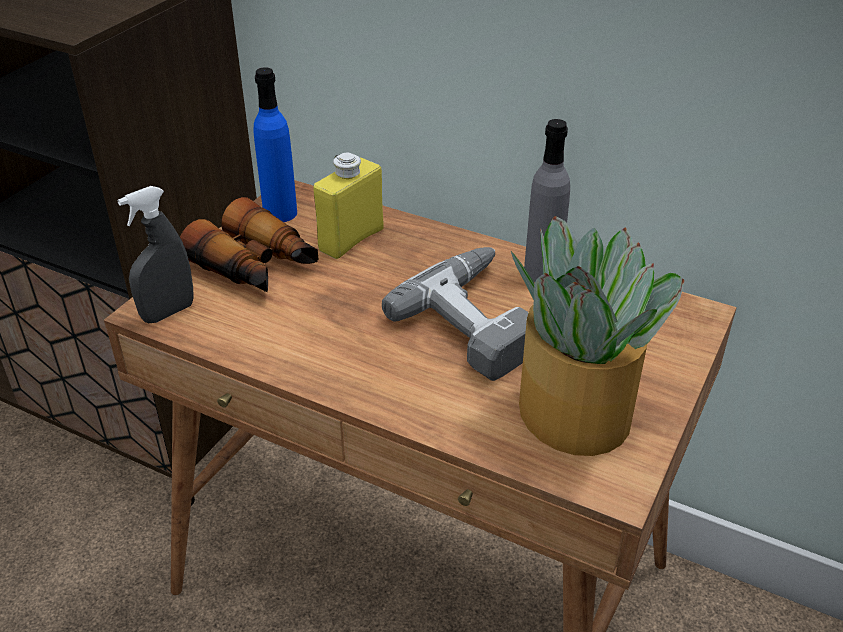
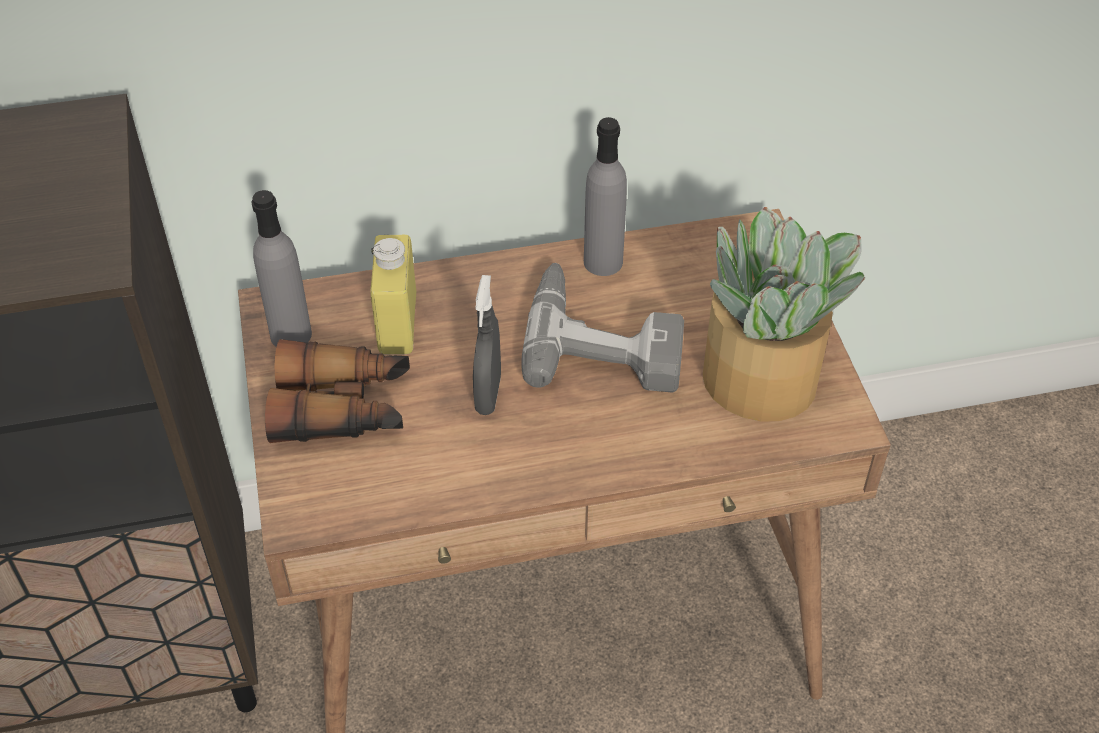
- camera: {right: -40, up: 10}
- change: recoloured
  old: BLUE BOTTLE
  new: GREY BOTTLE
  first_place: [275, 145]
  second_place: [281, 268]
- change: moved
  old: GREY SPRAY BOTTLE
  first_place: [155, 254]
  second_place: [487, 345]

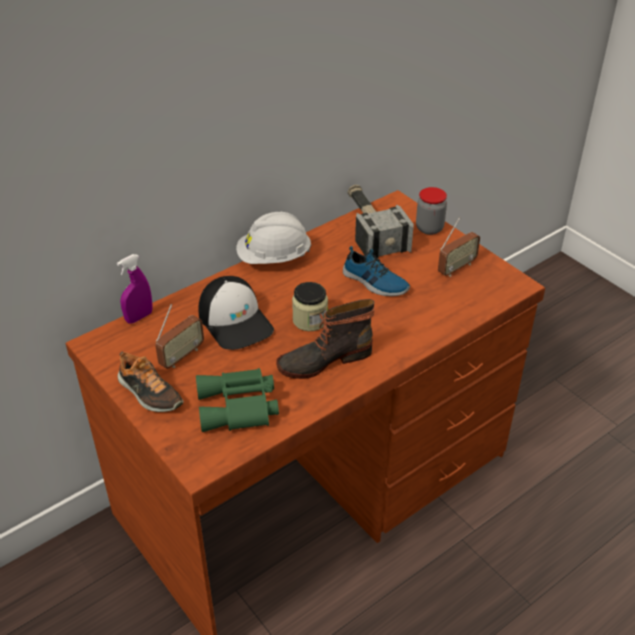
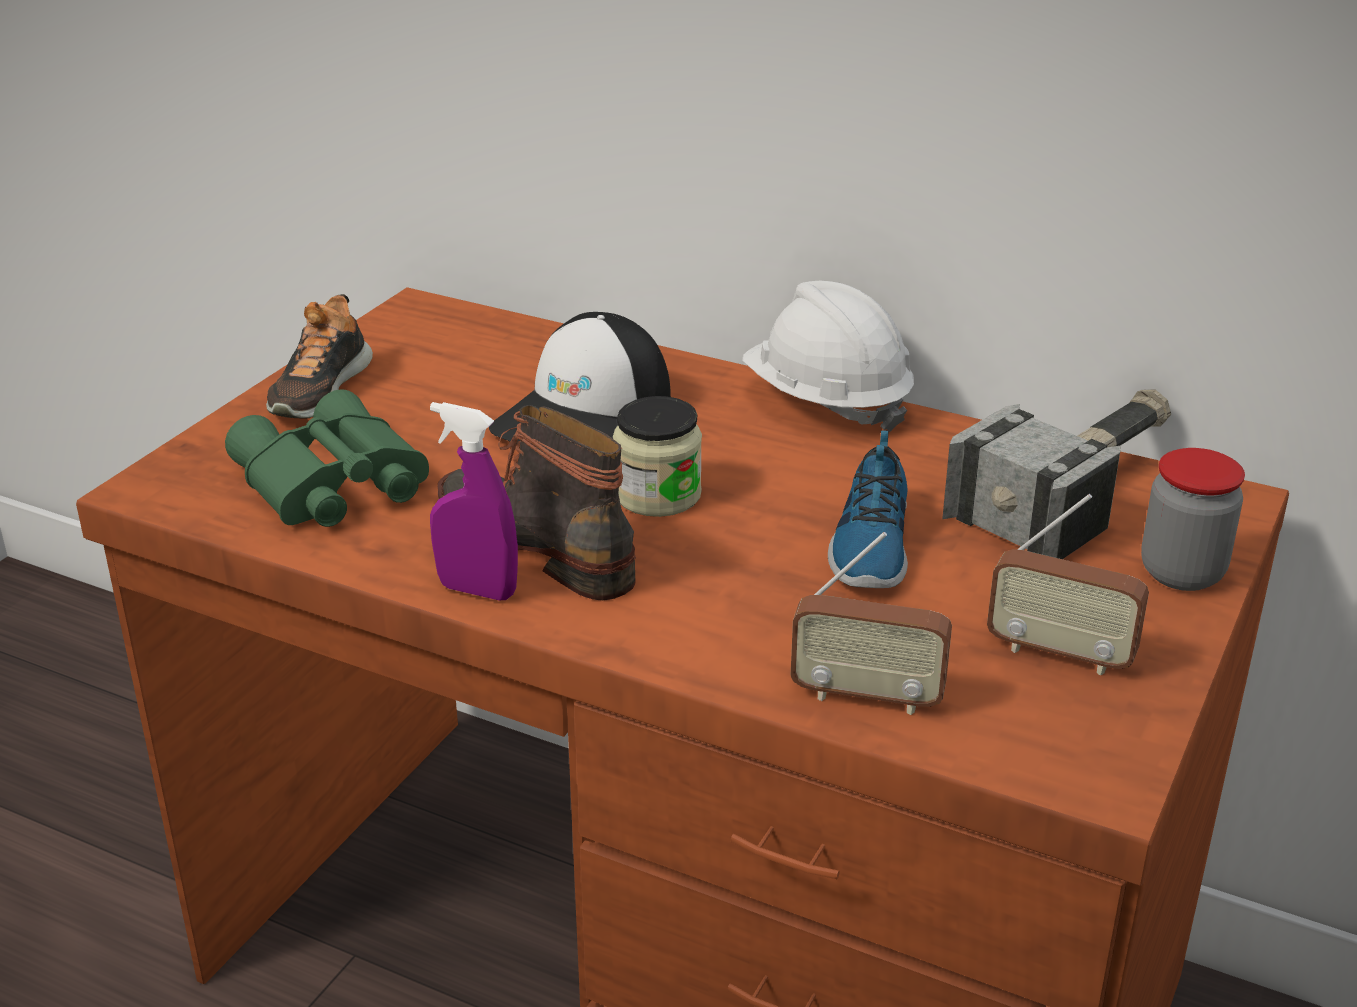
- camera: {right: 65, up: -10}
- change: moved
  old: PURPLE SPRAY BOTTLE
  first_place: [134, 289]
  second_place: [474, 501]
- change: moved
  old: RADIO
  first_place: [179, 336]
  second_place: [871, 623]

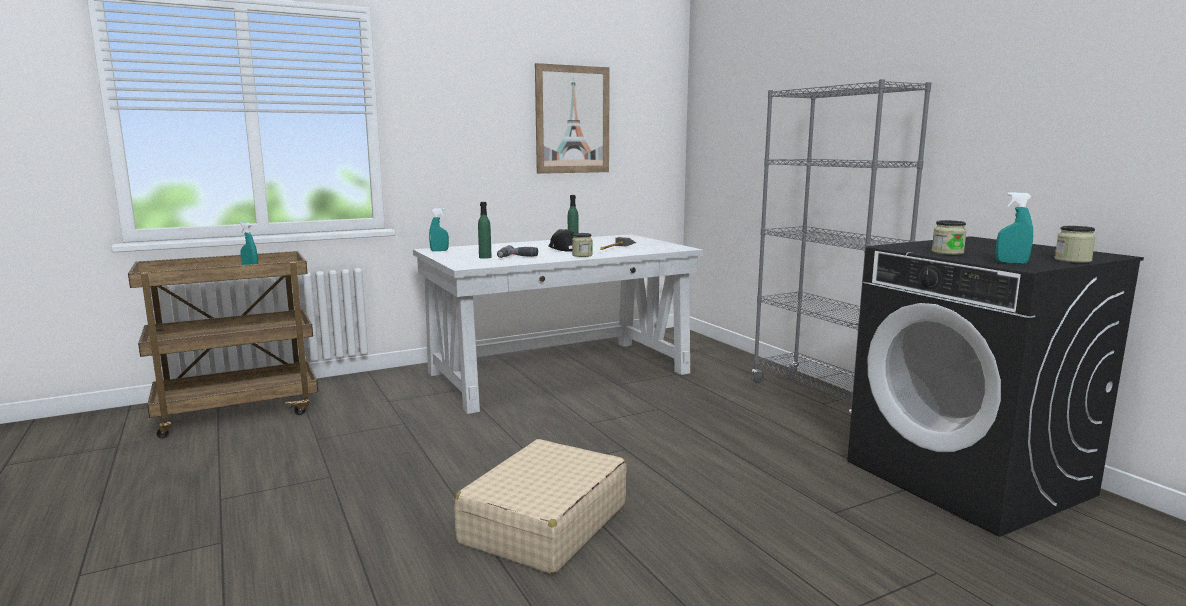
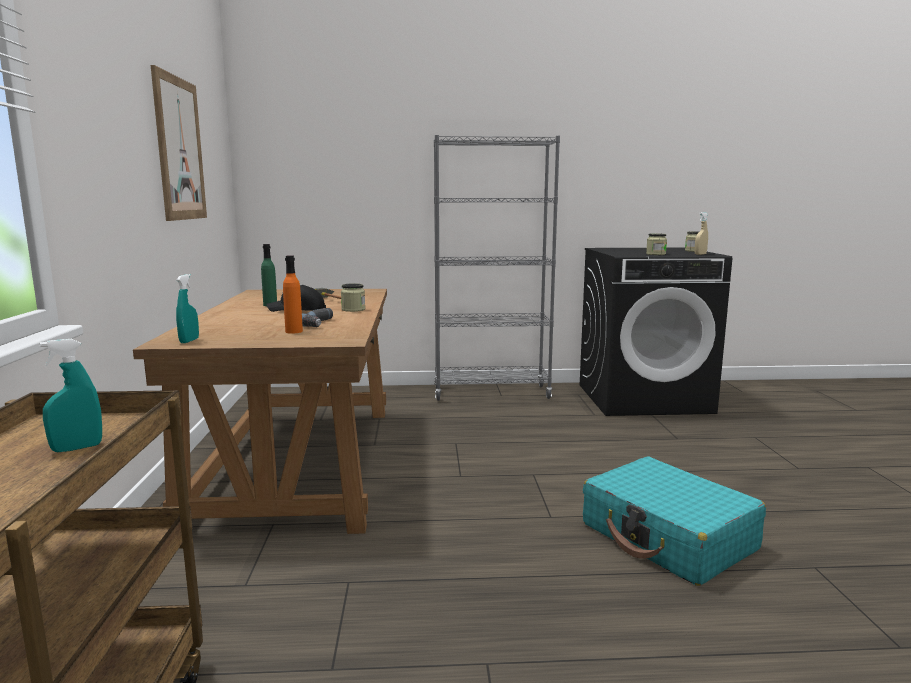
- camera: {right: -65, up: 0}
- change: recoloured
  old: TURQUOISE SPRAY BOTTLE
  new: BEIGE SPRAY BOTTLE
  first_place: [1014, 228]
  second_place: [701, 233]
- change: recoloured
  old: GREEN BOTTLE
  new: ORANGE BOTTLE
  first_place: [484, 230]
  second_place: [293, 294]
- change: recoloured
  old: WHITE DESK
  new: BROWN DESK
  first_place: [558, 324]
  second_place: [260, 411]
- change: recoloured
  old: BEIGE SUITCASE
  new: TURQUOISE SUITCASE
  first_place: [540, 506]
  second_place: [674, 521]

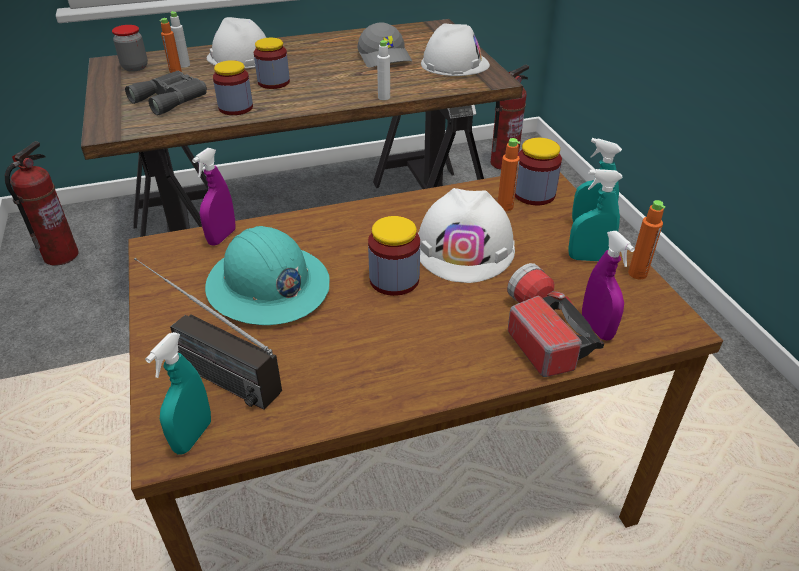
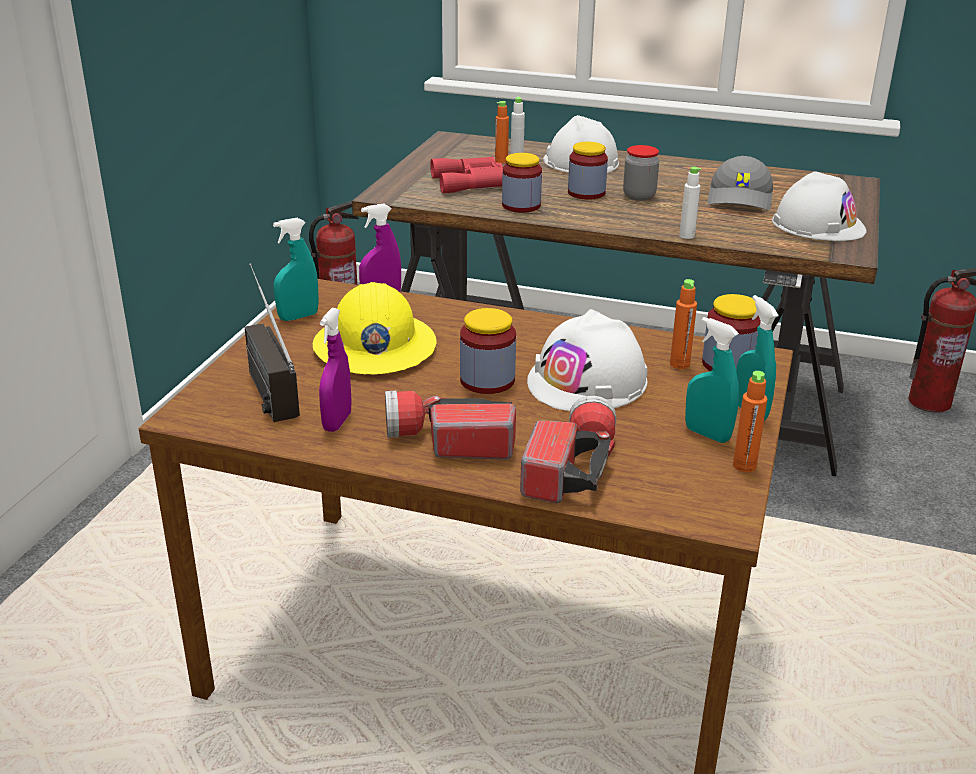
- camera: {right: 35, up: -10}
- change: moved
  old: JAR
  first_place: [130, 48]
  second_place: [641, 173]
- change: recoloured
  old: GREY BINOCULARS
  new: RED BINOCULARS
  first_place: [166, 93]
  second_place: [466, 175]
- change: recoloured
  old: TURQUOISE HARD HAT
  new: YELLOW HARD HAT
  first_place: [267, 275]
  second_place: [375, 328]
- change: moved
  old: PURPLE SPRAY BOTTLE
  first_place: [608, 285]
  second_place: [335, 370]
- change: moved
  old: TURQUOISE SPRAY BOTTLE
  first_place: [178, 393]
  second_place: [296, 269]
- change: added
  new: FLASHLIGHT
  second_place: [450, 425]

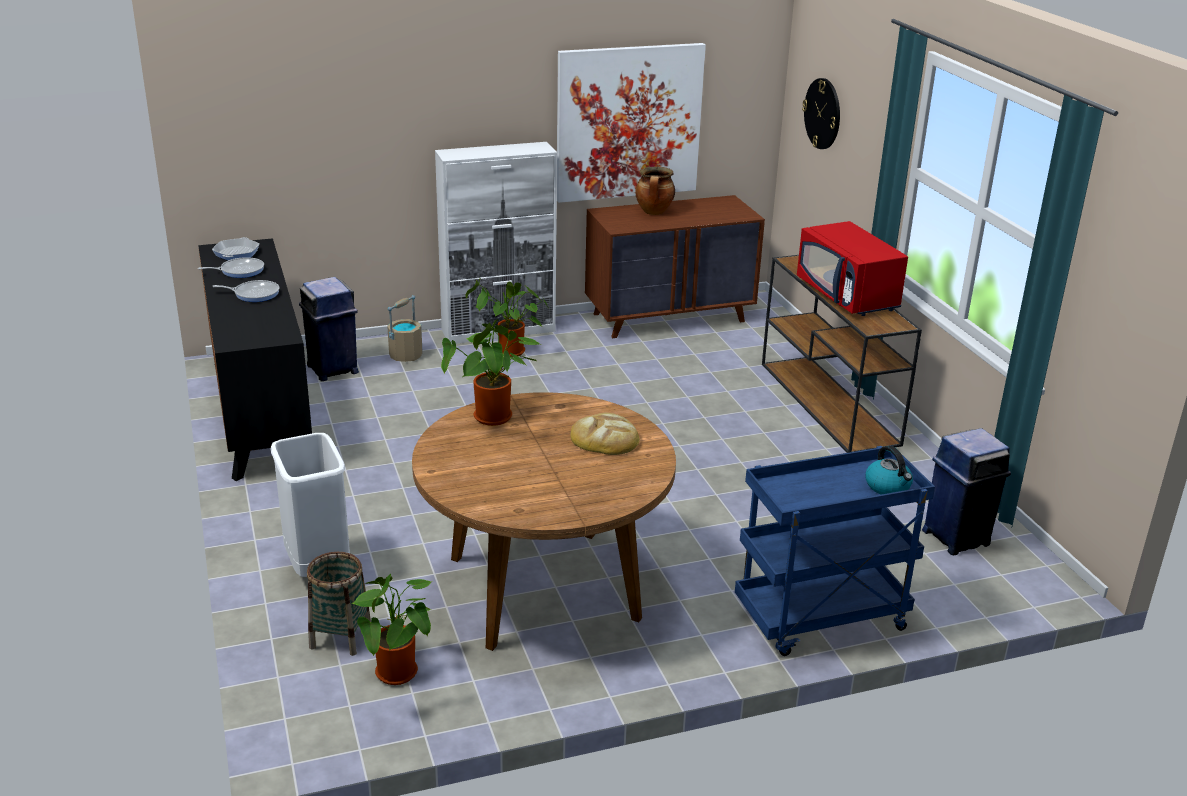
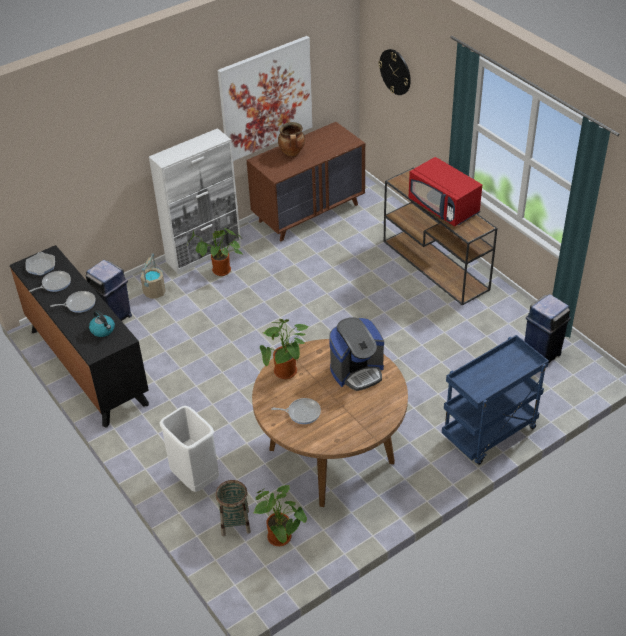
- camera: {right: -15, up: 15}
- change: replaced
  old: BREAD
  new: COFFEE MACHINE
  first_place: [605, 434]
  second_place: [356, 354]
- change: moved
  old: KETTLE
  first_place: [889, 469]
  second_place: [102, 323]
- change: added
  new: FRYING PAN
  second_place: [296, 411]

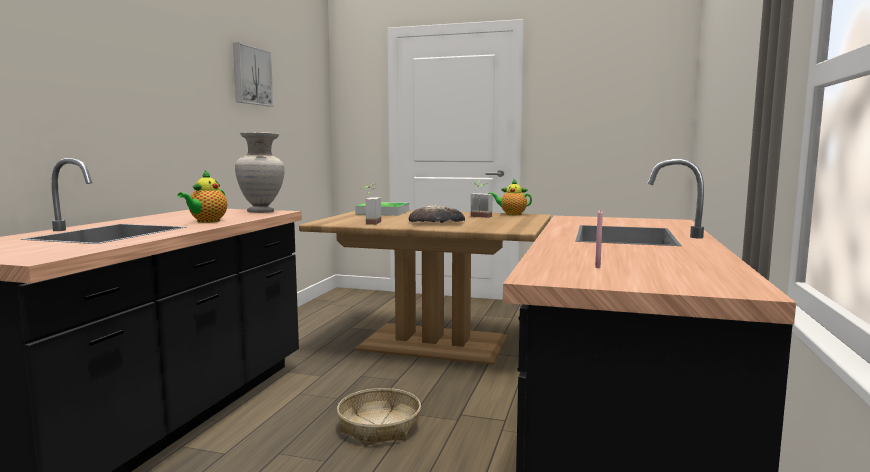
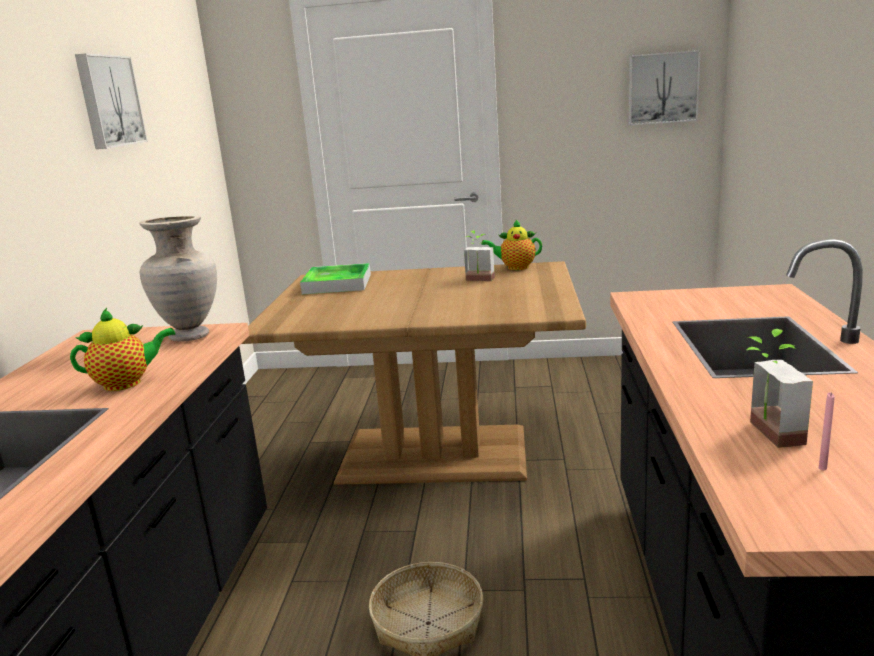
- camera: {right: -10, up: 10}
- change: turned
  old: TEAPOT
  first_place: [202, 196]
  second_place: [123, 349]
  degrees: -120
- change: moved
  old: POTTED PLANT
  first_place: [370, 204]
  second_place: [779, 388]
- change: removed
  old: BREAD
  first_place: [437, 214]
- change: added
  new: PICTURE
  second_place: [665, 88]

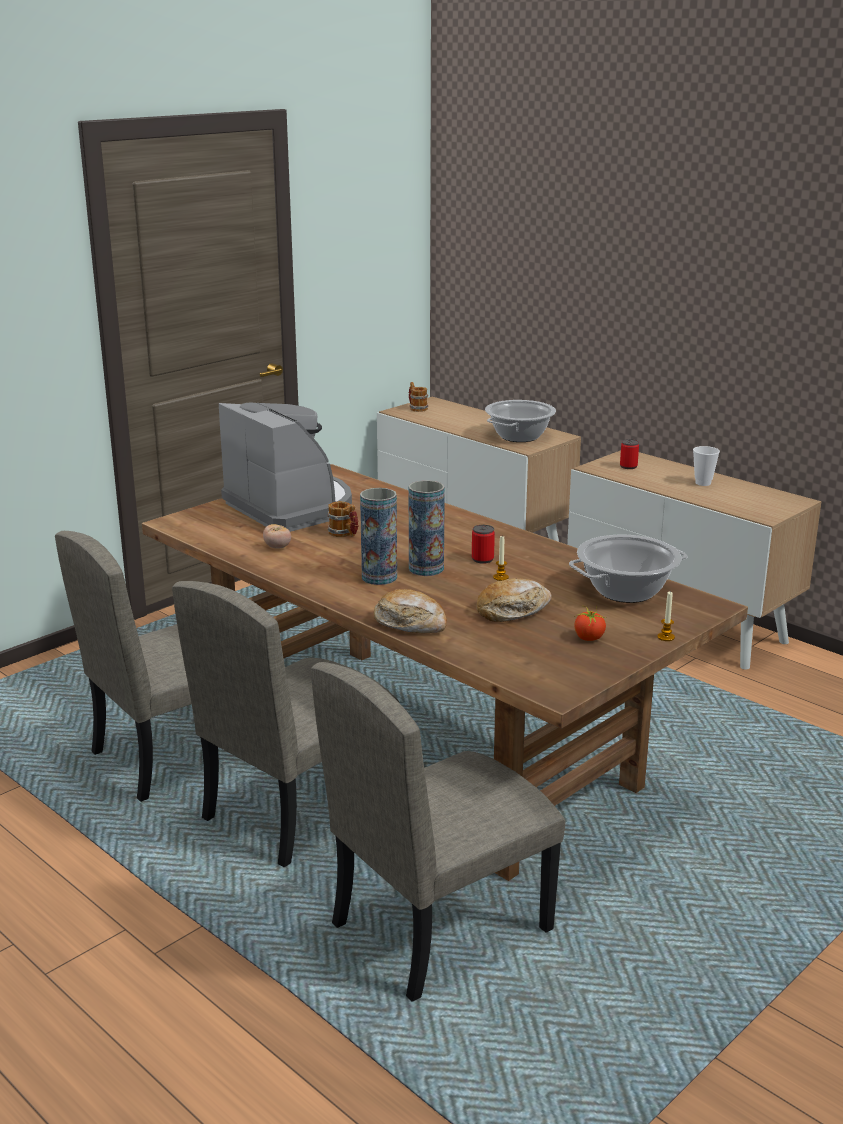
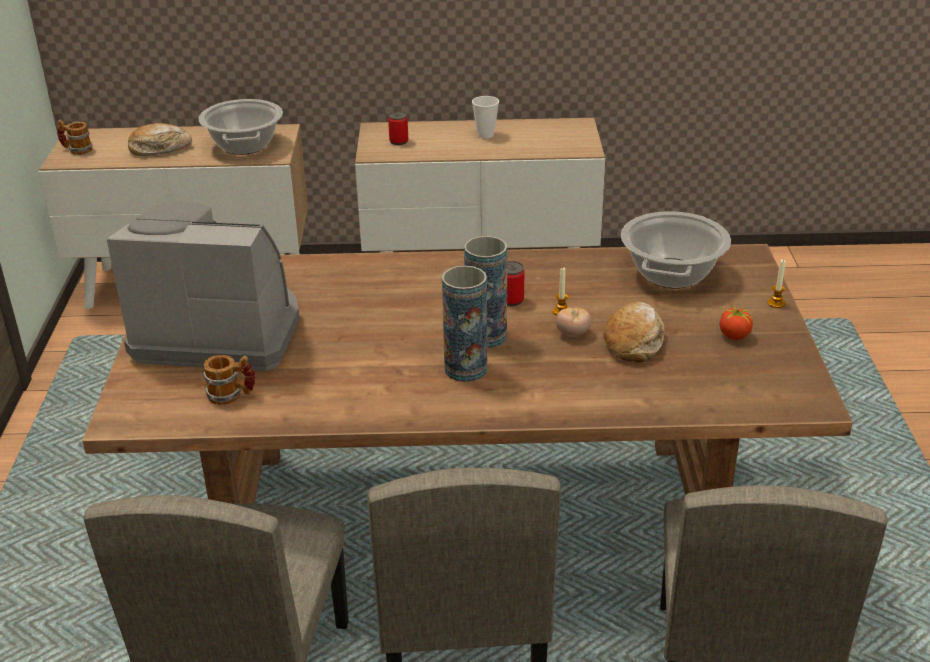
- camera: {right: -45, up: 10}
- change: moved
  old: MUG
  first_place: [343, 519]
  second_place: [229, 380]
- change: moved
  old: TOMATO
  first_place: [277, 536]
  second_place: [573, 322]
- change: moved
  old: BREAD
  first_place: [410, 611]
  second_place: [160, 139]

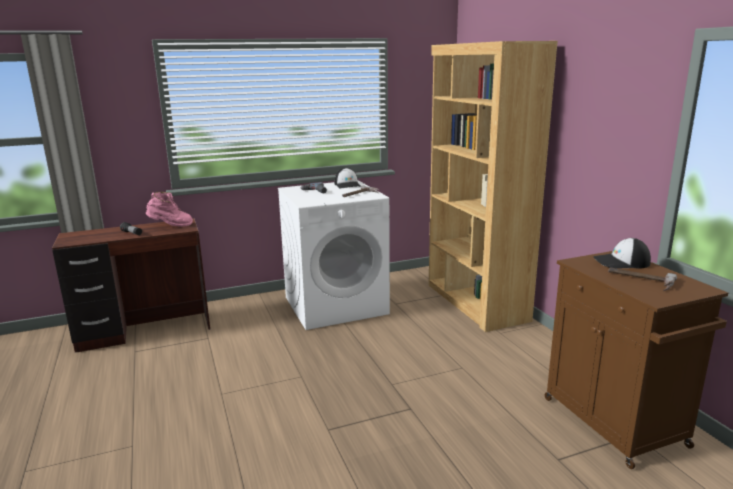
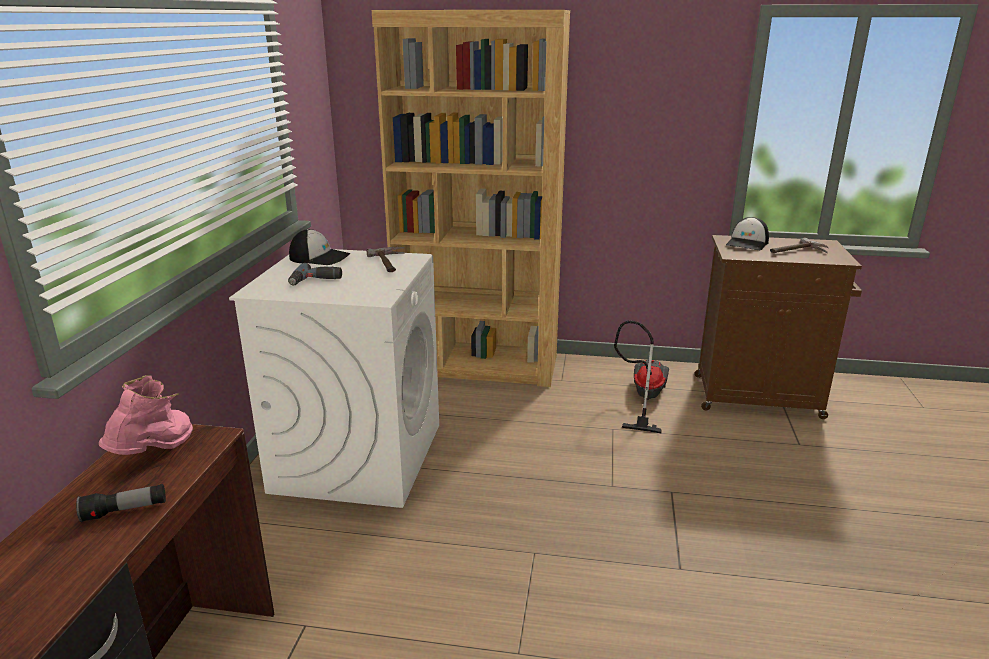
- camera: {right: -60, up: 5}
- change: added
  new: VACUUM CLEANER
  second_place: [641, 377]

